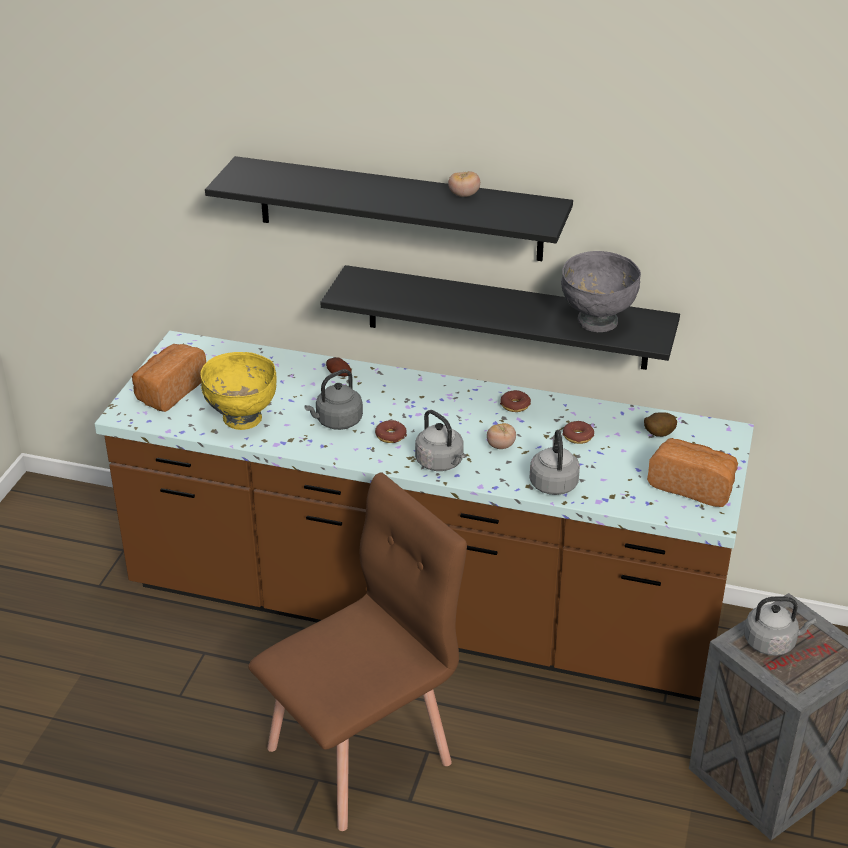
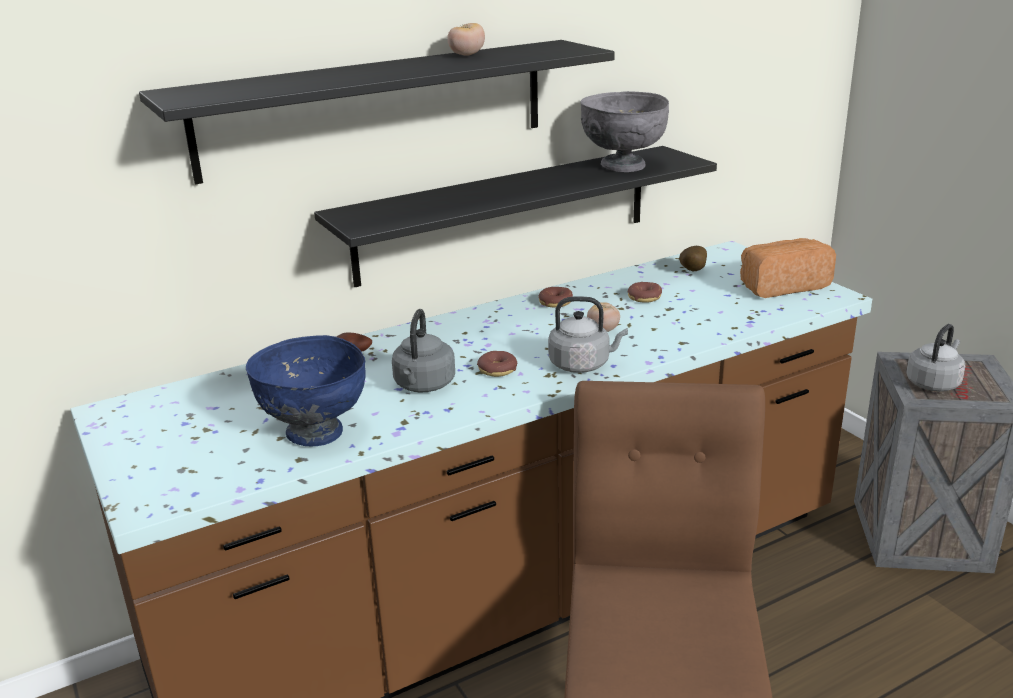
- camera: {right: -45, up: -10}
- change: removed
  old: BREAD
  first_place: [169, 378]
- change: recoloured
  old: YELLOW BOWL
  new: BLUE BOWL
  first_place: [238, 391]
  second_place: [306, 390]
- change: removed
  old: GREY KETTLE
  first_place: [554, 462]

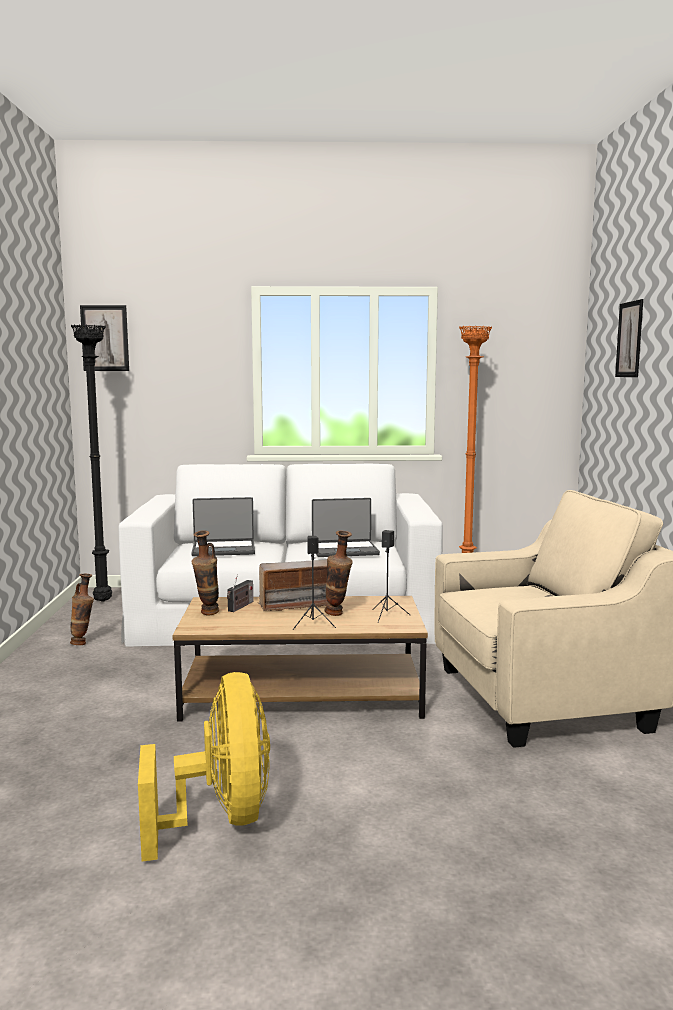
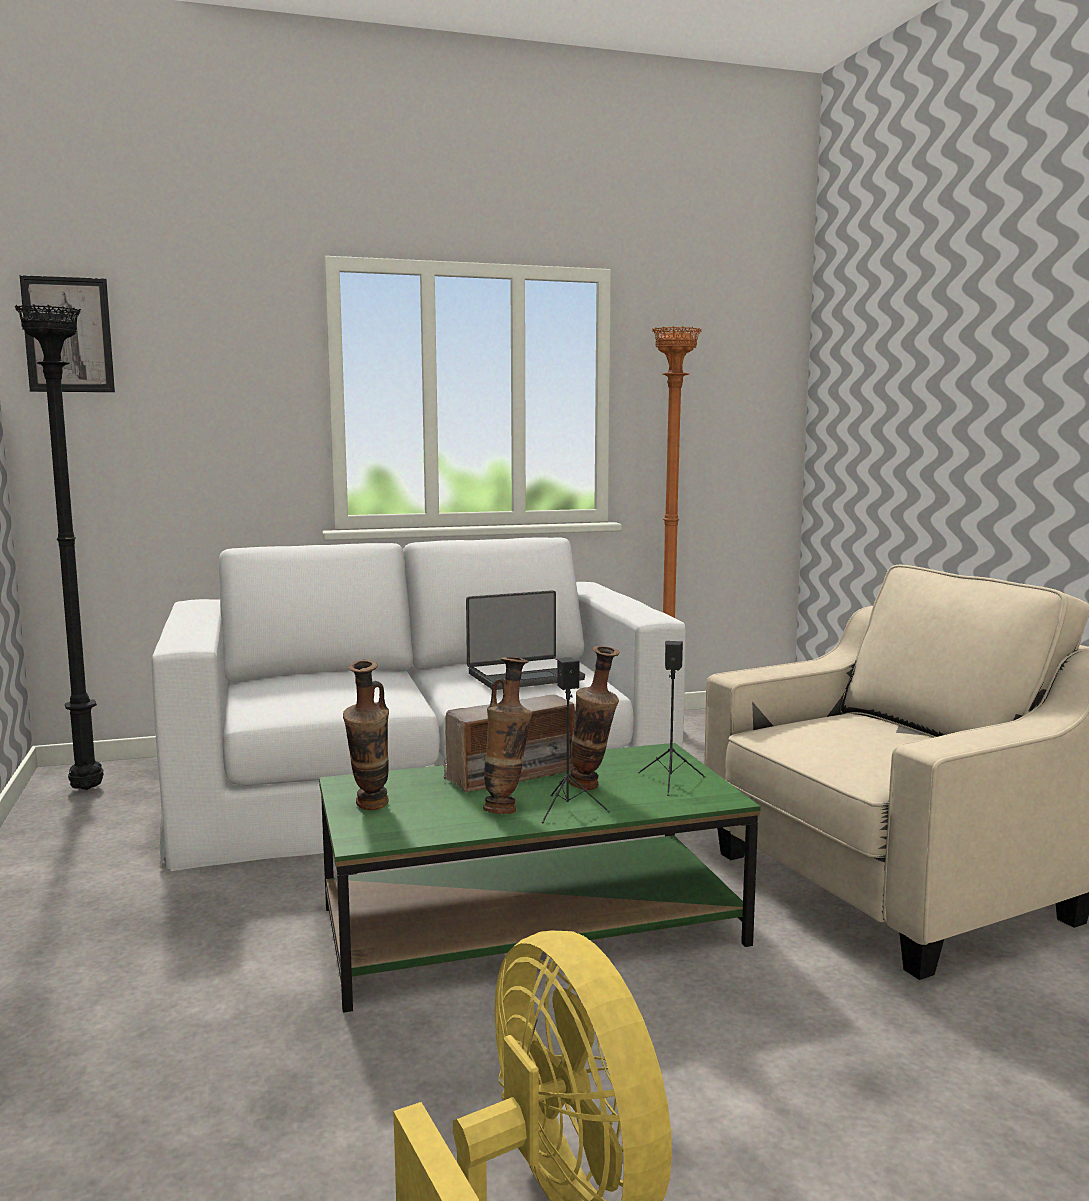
- camera: {right: -15, up: 0}
- change: removed
  old: PICTURE
  first_place: [629, 338]
- change: removed
  old: LAPTOP
  first_place: [223, 526]
- change: moved
  old: VASE
  first_place: [82, 609]
  second_place: [507, 735]
- change: removed
  old: RADIO
  first_place: [240, 593]
- change: recoloured
  old: BROWN COFFEE TABLE
  new: GREEN COFFEE TABLE
  first_place: [300, 659]
  second_place: [539, 878]

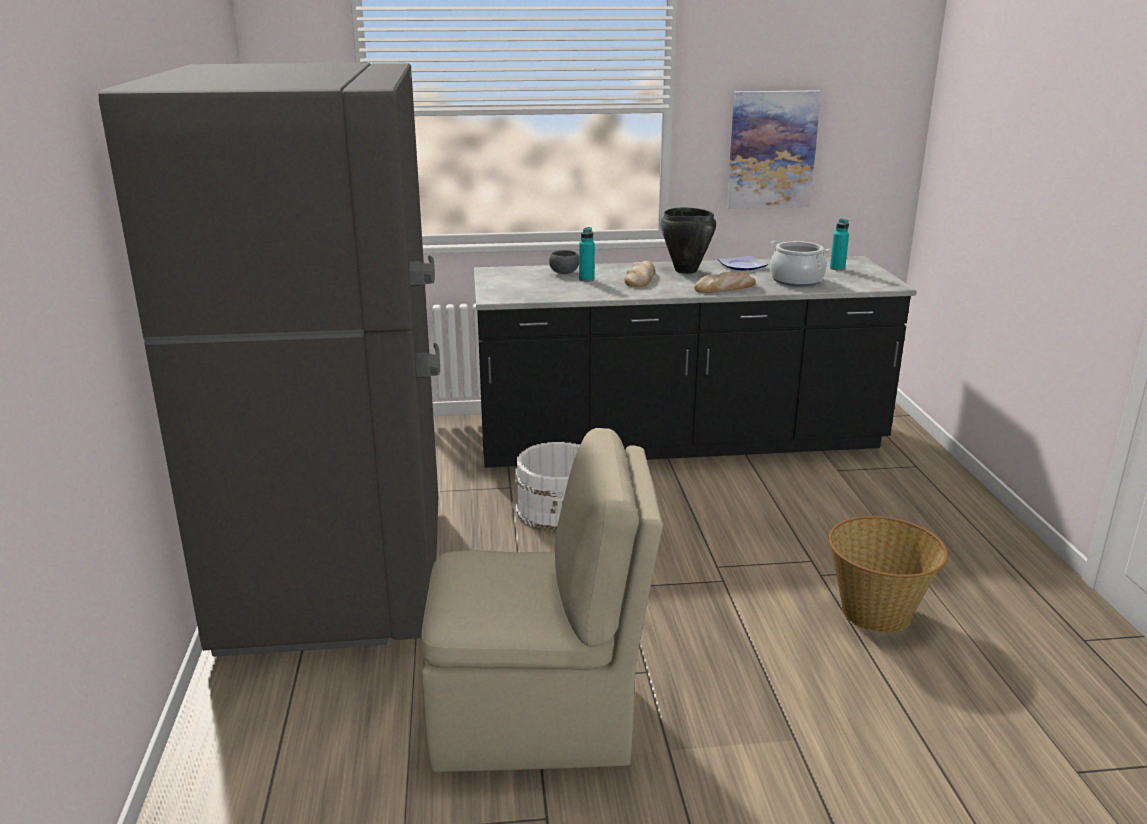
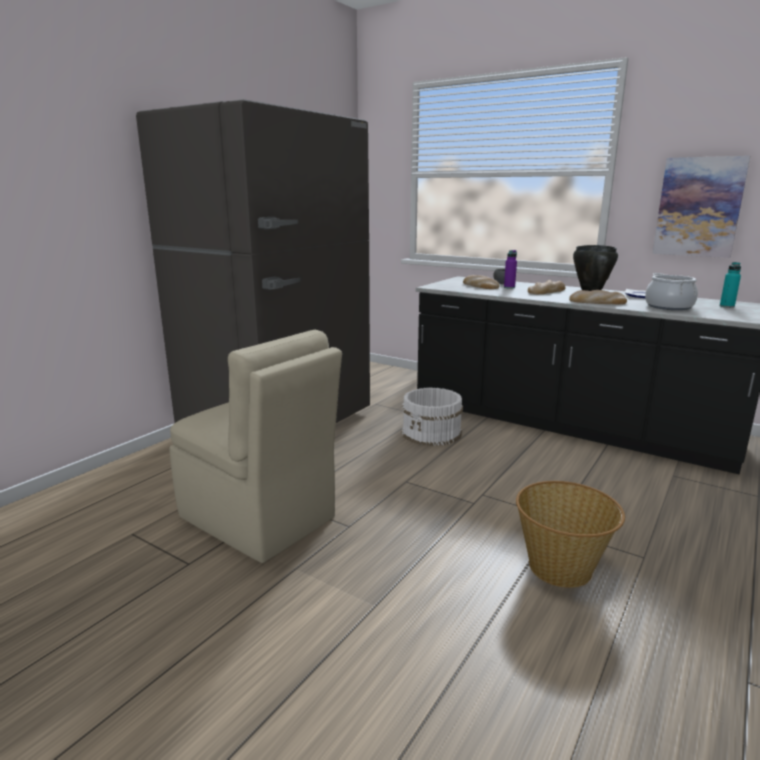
- camera: {right: 40, up: -5}
- change: recoloured
  old: TURQUOISE BOTTLE
  new: PURPLE BOTTLE
  first_place: [587, 254]
  second_place: [510, 269]
- change: added
  new: BREAD
  second_place: [481, 282]

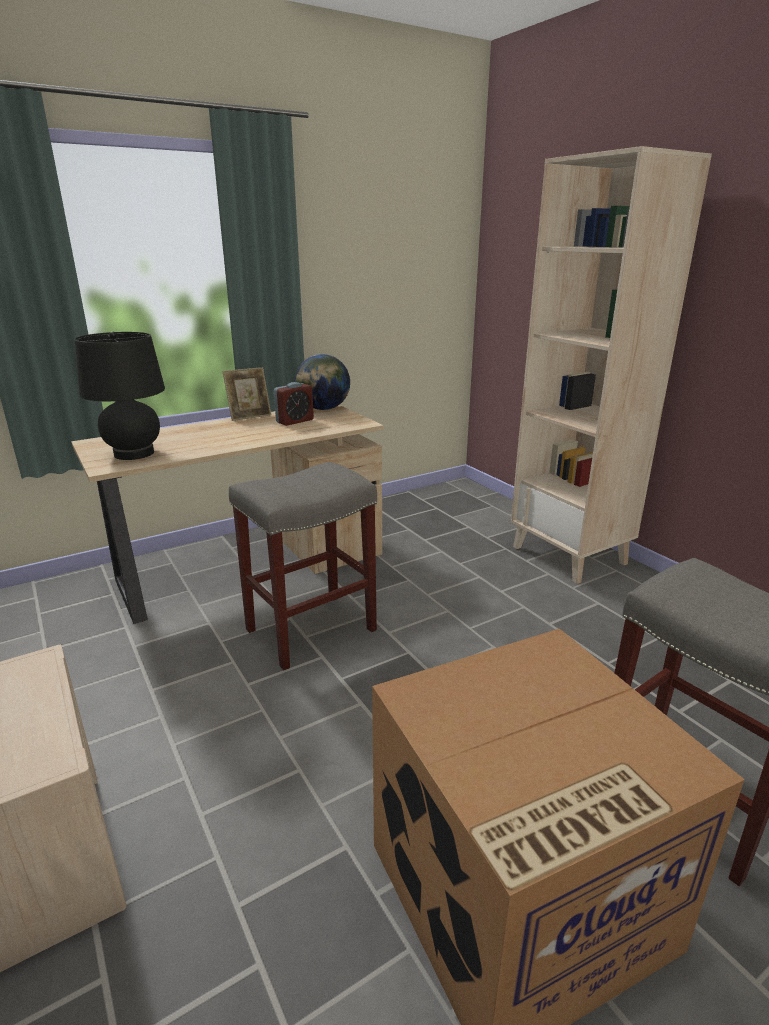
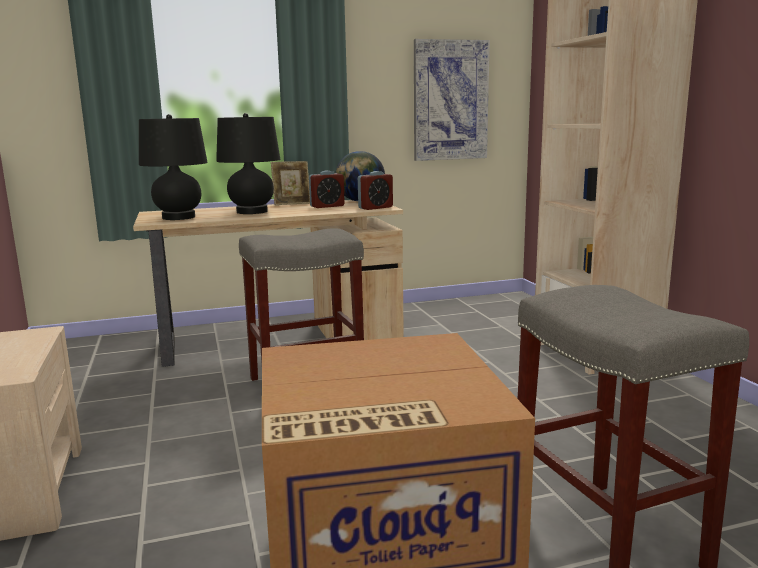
- camera: {right: 15, up: -10}
- change: added
  new: PICTURE
  second_place: [452, 100]
- change: added
  new: BLACK TABLE LAMP
  second_place: [248, 163]
- change: added
  new: ALARM CLOCK
  second_place: [375, 190]

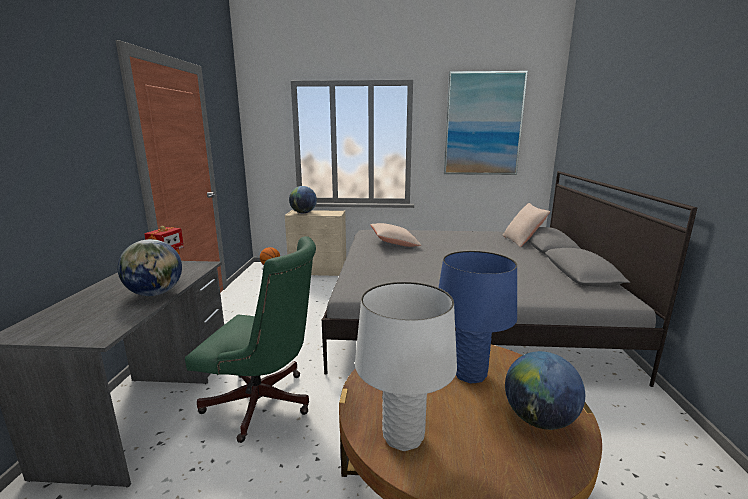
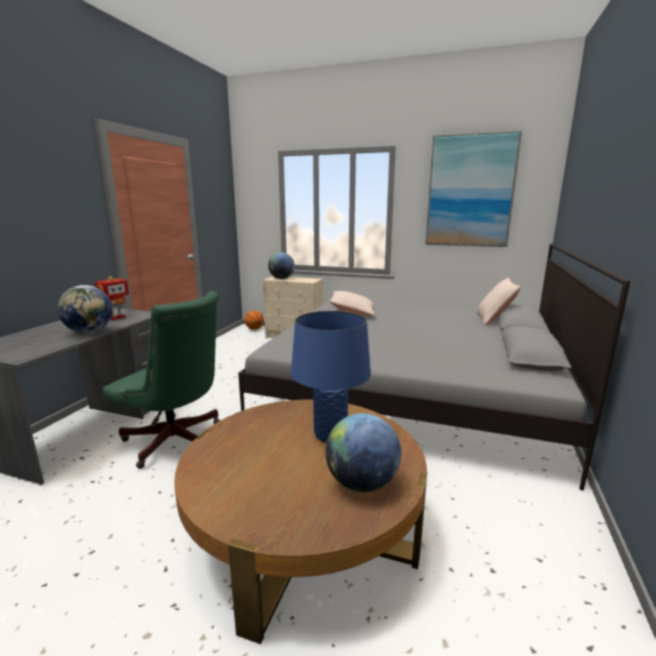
- camera: {right: 15, up: 0}
- change: removed
  old: WHITE TABLE LAMP
  first_place: [406, 366]

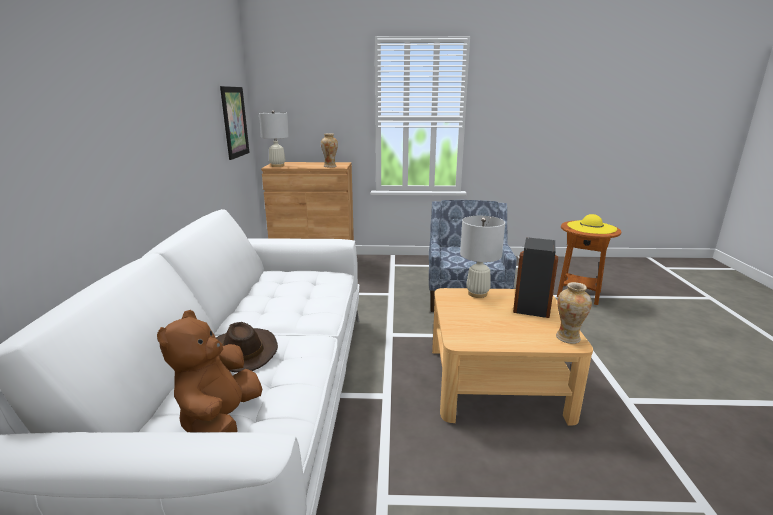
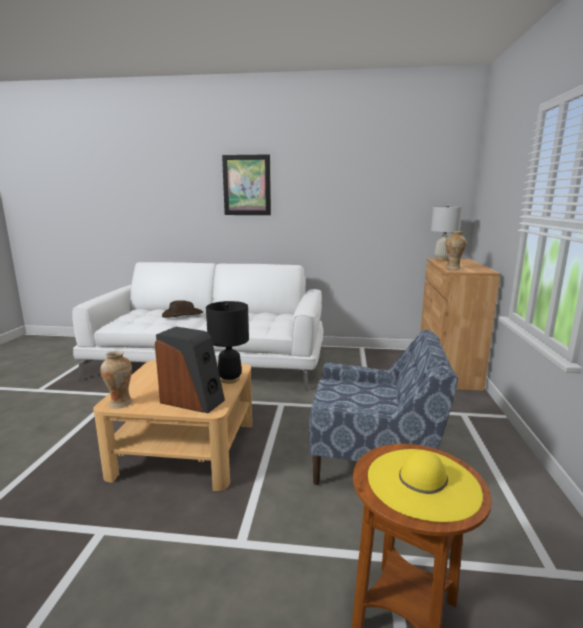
- camera: {right: 95, up: -5}
- change: moved
  old: PICTURE
  first_place: [235, 123]
  second_place: [246, 184]
- change: recoloured
  old: WHITE TABLE LAMP
  new: BLACK TABLE LAMP
  first_place: [482, 257]
  second_place: [227, 342]
- change: removed
  old: BROWN PLUSH TOY
  first_place: [209, 371]

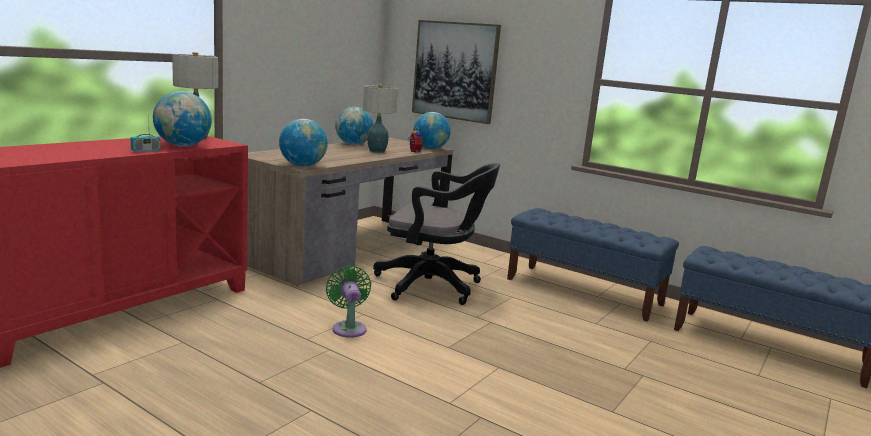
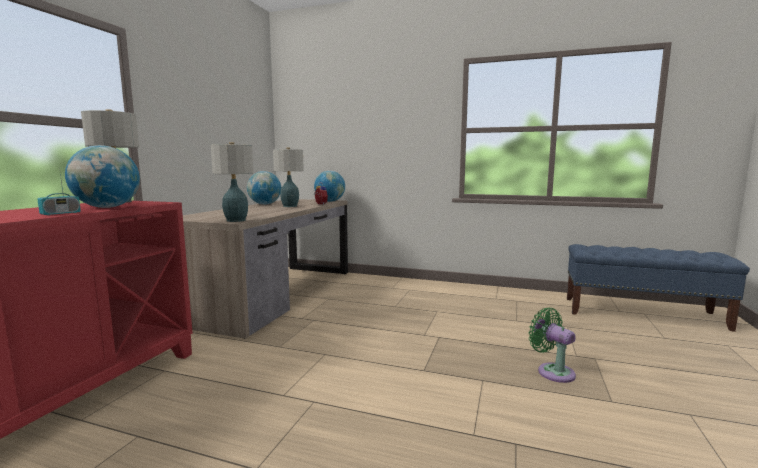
- camera: {right: -15, up: -5}
- change: removed
  old: PICTURE
  first_place: [456, 72]
- change: replaced
  old: GLOBE
  new: TABLE LAMP
  first_place: [303, 142]
  second_place: [232, 182]
- change: removed
  old: BLACK OFFICE CHAIR
  first_place: [436, 234]
- change: removed
  old: BLUE BENCH
  first_place: [593, 265]
- change: moved
  old: GREEN FAN
  first_place: [348, 302]
  second_place: [552, 345]

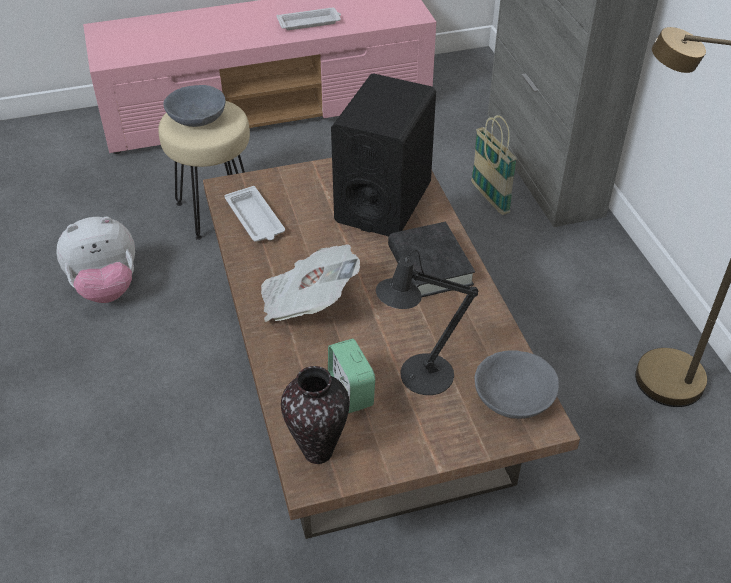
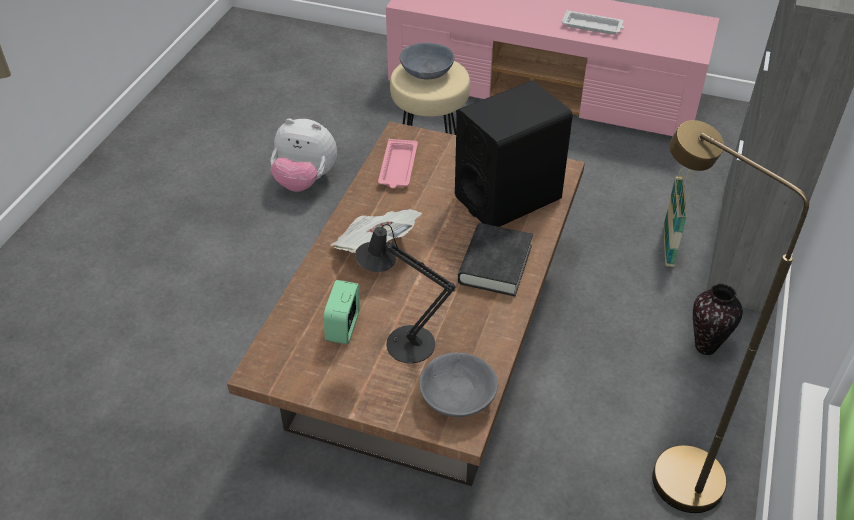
- camera: {right: 35, up: 0}
- change: recoloured
  old: WHITE TRAY
  new: PINK TRAY
  first_place: [254, 214]
  second_place: [398, 163]
- change: moved
  old: VASE
  first_place: [315, 415]
  second_place: [718, 319]

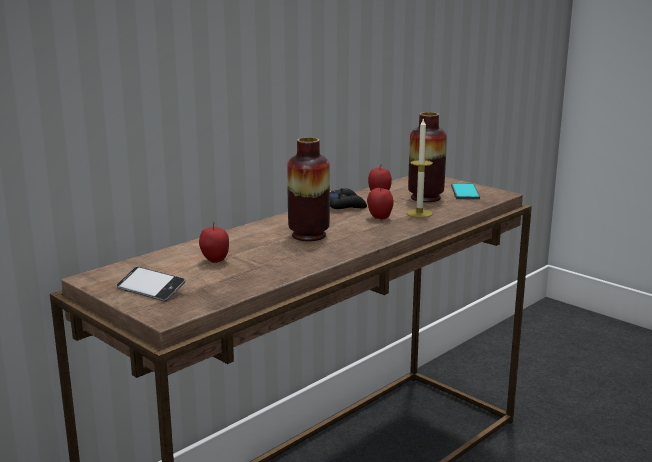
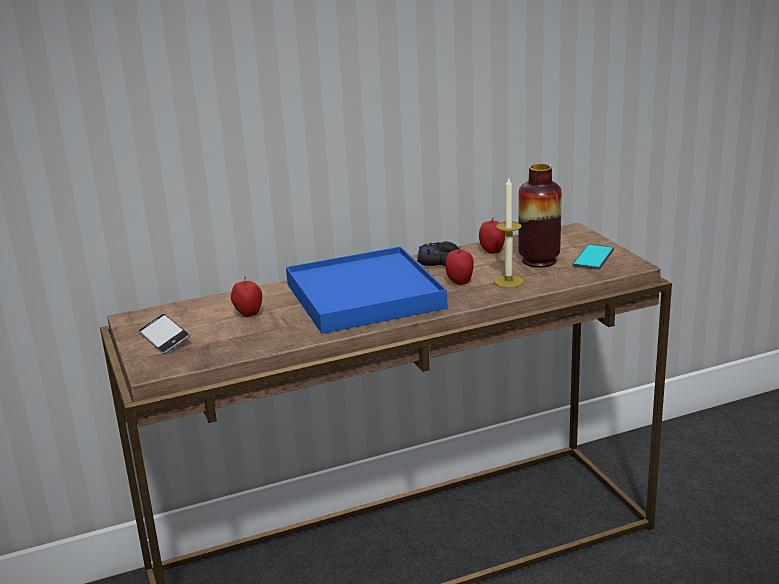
- camera: {right: 25, up: 5}
- change: replaced
  old: VASE
  new: BLUE TRAY
  first_place: [308, 189]
  second_place: [366, 290]

